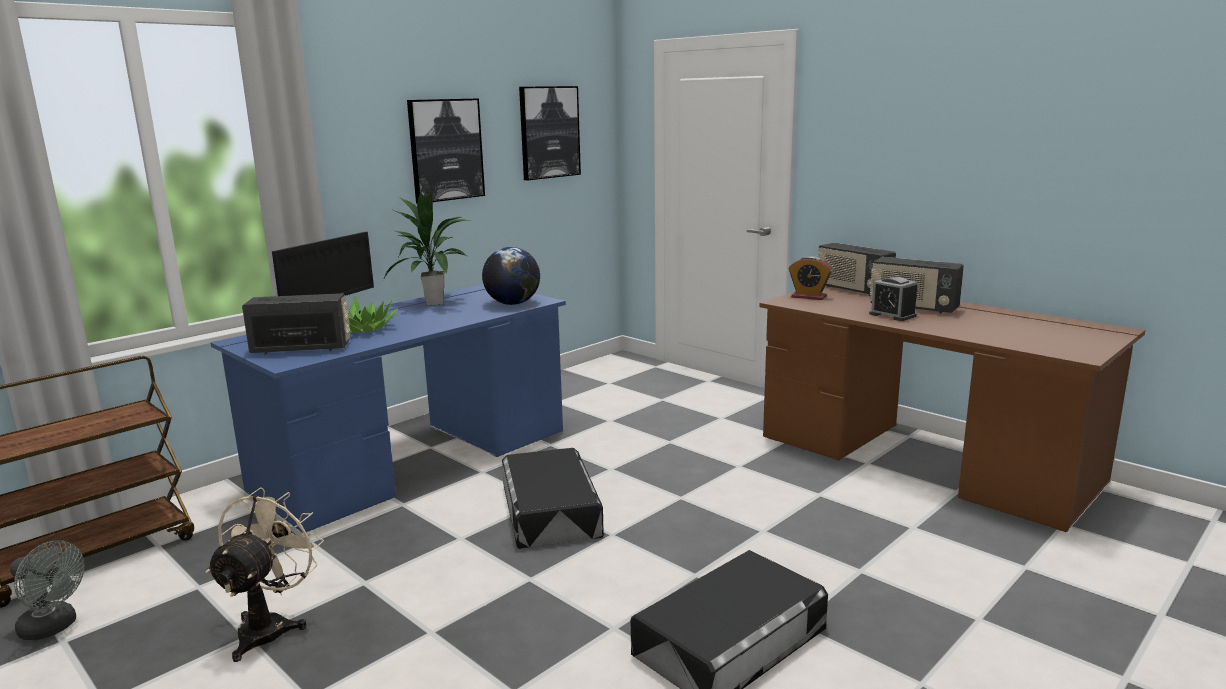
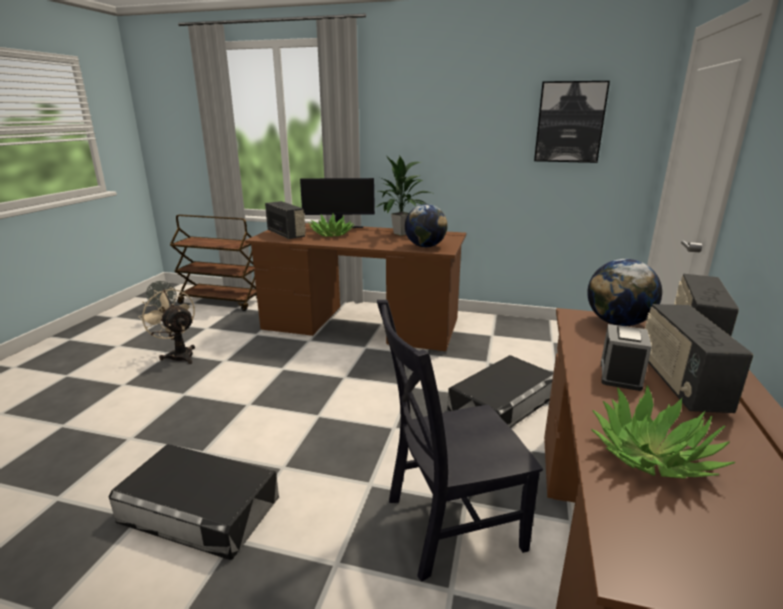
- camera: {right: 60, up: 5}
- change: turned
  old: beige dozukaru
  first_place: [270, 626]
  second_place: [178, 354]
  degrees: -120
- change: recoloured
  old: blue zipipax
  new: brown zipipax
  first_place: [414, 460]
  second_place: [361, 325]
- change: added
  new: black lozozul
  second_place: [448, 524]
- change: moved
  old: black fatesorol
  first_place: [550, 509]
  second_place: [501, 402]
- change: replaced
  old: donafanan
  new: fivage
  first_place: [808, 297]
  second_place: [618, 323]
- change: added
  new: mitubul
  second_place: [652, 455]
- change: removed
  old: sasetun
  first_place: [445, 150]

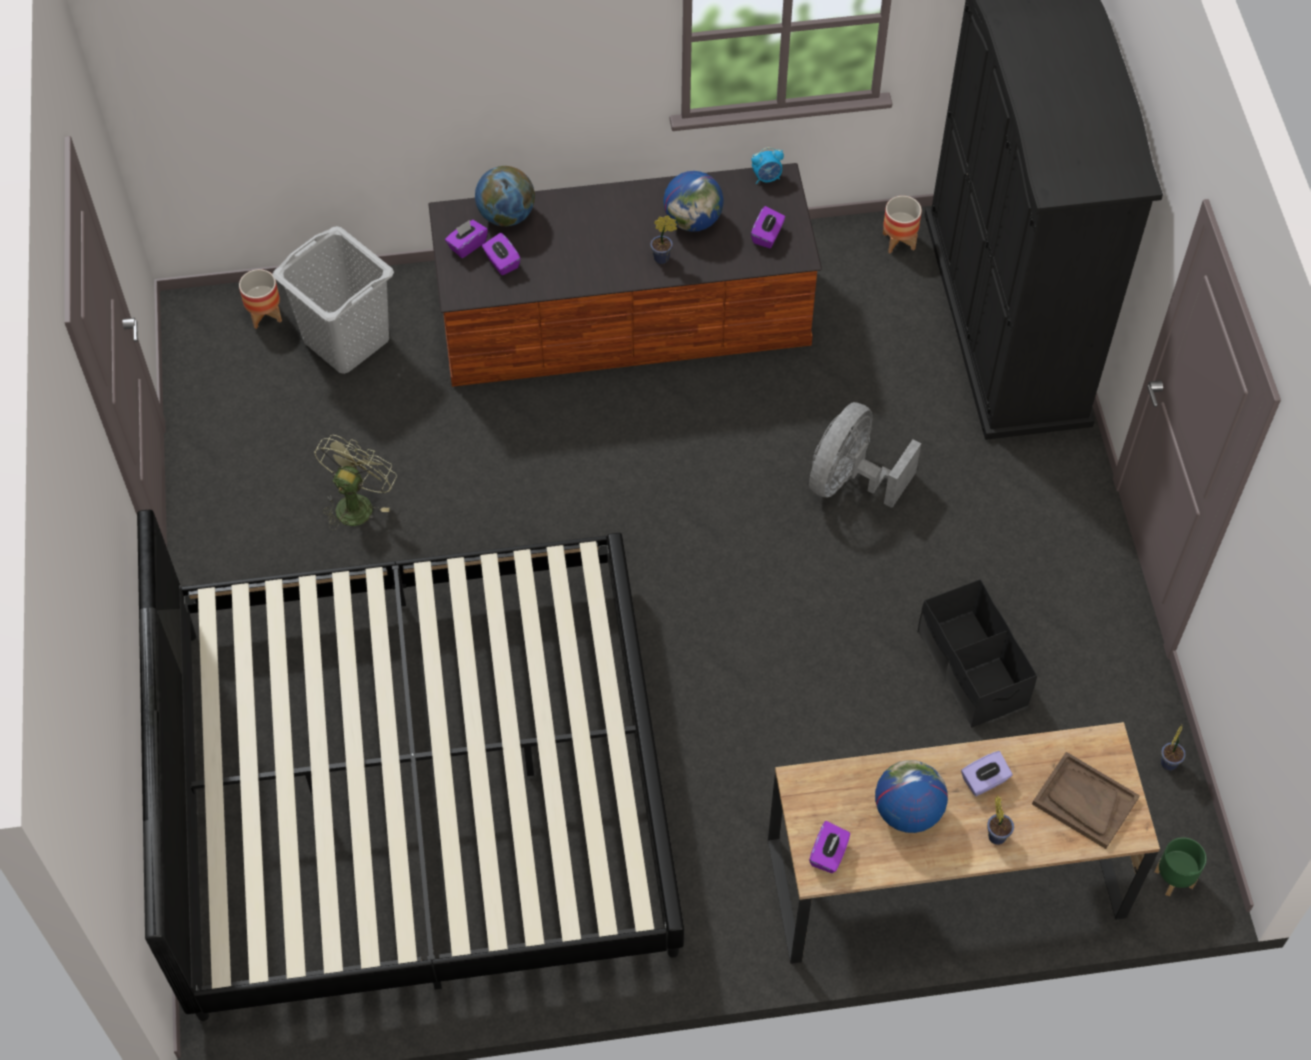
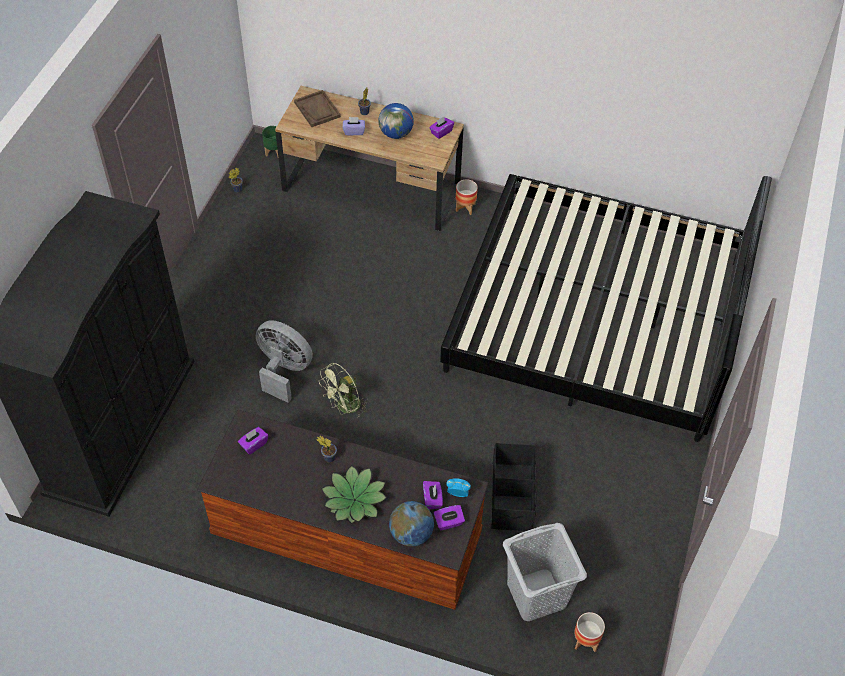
- camera: {right: -155, up: -5}
- change: turned
  old: grey dozukaru
  first_place: [850, 481]
  second_place: [283, 371]
  degrees: -120
- change: moved
  old: green dozukaru
  first_place: [356, 503]
  second_place: [345, 408]
- change: added
  new: mitubul
  second_place: [354, 500]
- change: moved
  old: donafanan
  first_place: [767, 177]
  second_place: [458, 493]
- change: moved
  old: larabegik
  first_place: [898, 241]
  second_place: [465, 207]
- change: moved
  old: black fatesorol
  first_place: [971, 669]
  second_place: [512, 496]
- change: removed
  old: fivage
  first_place: [693, 220]

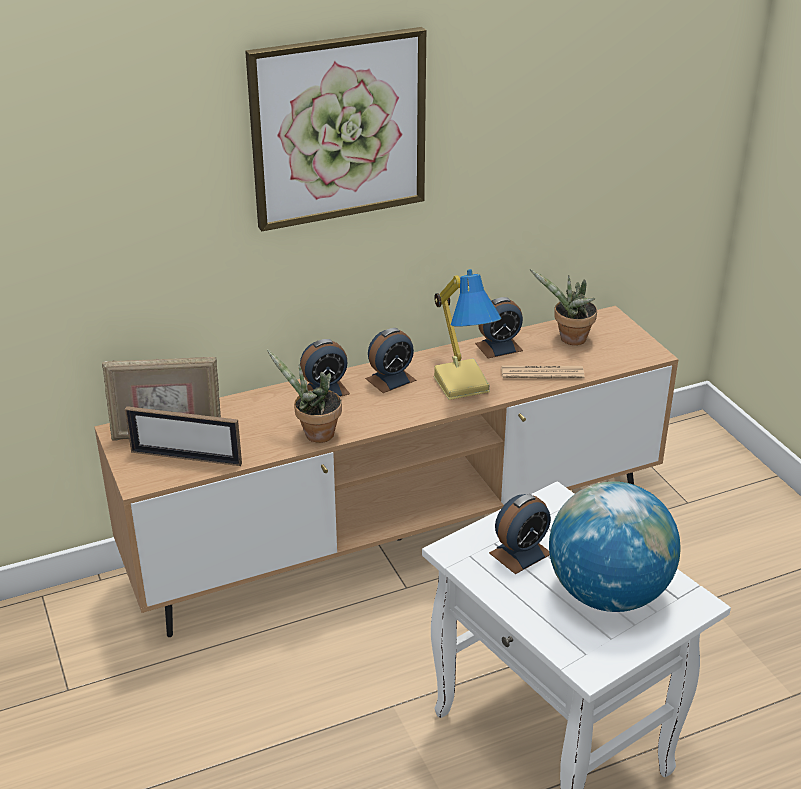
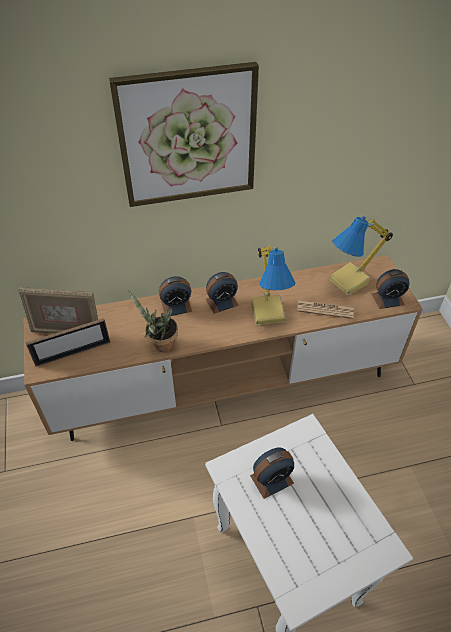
- camera: {right: 10, up: 15}
- change: turned
  old: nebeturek
  first_place: [186, 457]
  second_place: [73, 353]
  degrees: -45
- change: replaced
  old: mitubul
  new: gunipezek
  first_place: [569, 339]
  second_place: [350, 282]
- change: moved
  old: donafanan
  first_place: [498, 347]
  second_place: [388, 299]
- change: removed
  old: fivage
  first_place: [607, 593]

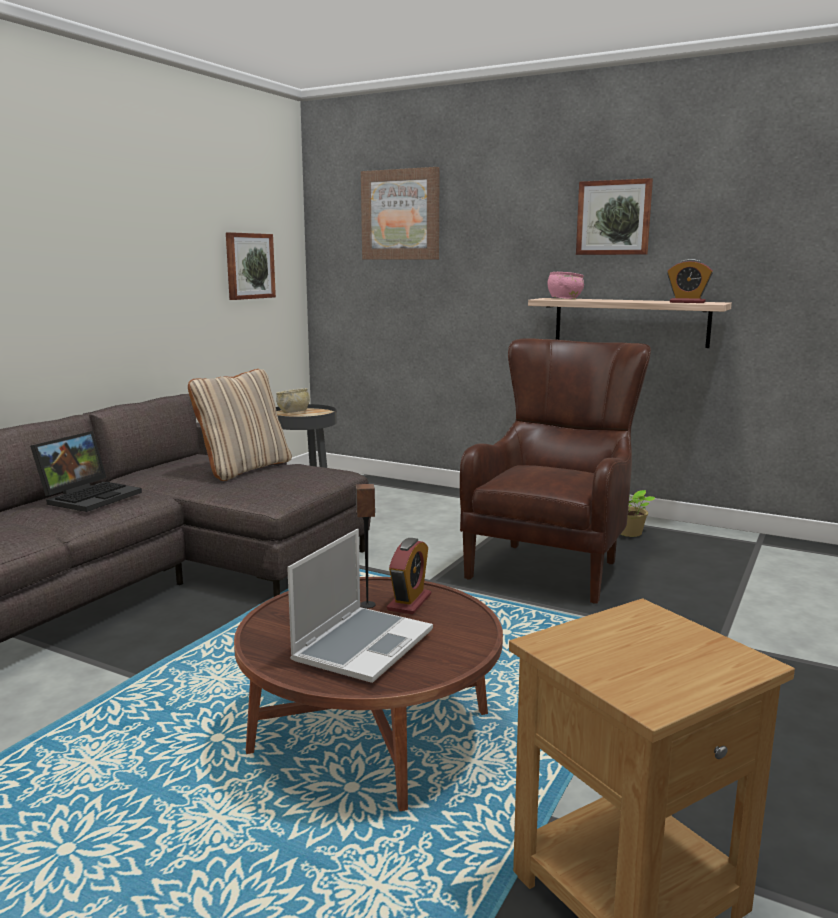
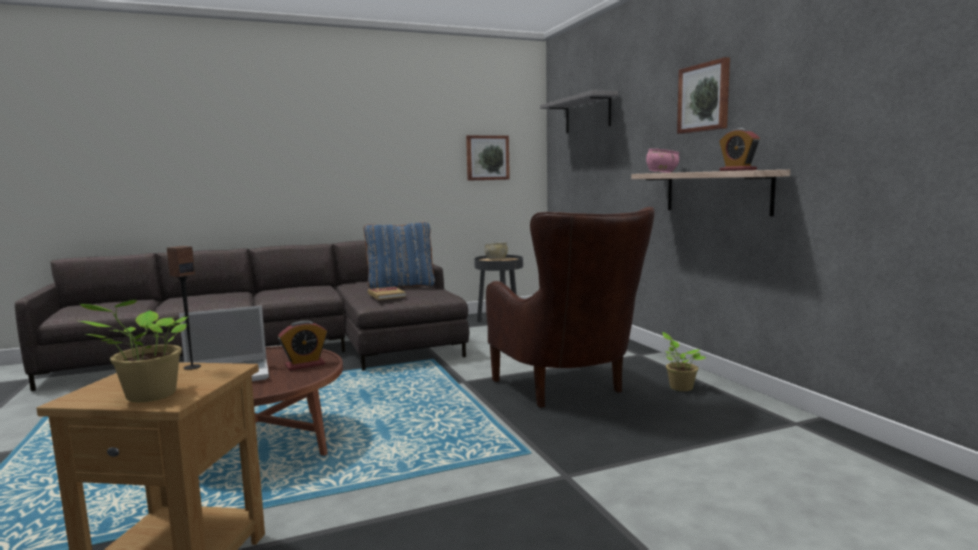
- camera: {right: 40, up: -5}
- change: added
  new: mitubul
  second_place: [147, 396]
- change: moved
  old: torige
  first_place: [367, 605]
  second_place: [192, 367]
- change: recoloured
  old: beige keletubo
  new: blue keletubo
  first_place: [244, 469]
  second_place: [401, 286]
- change: added
  new: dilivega
  second_place: [386, 295]
- change: turned
  old: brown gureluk
  first_place: [554, 563]
  second_place: [568, 392]
  degrees: 90
- change: replaced
  old: sasetun
  new: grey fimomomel
  first_place: [401, 215]
  second_place: [587, 114]
- change: removed
  old: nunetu
  first_place: [90, 496]

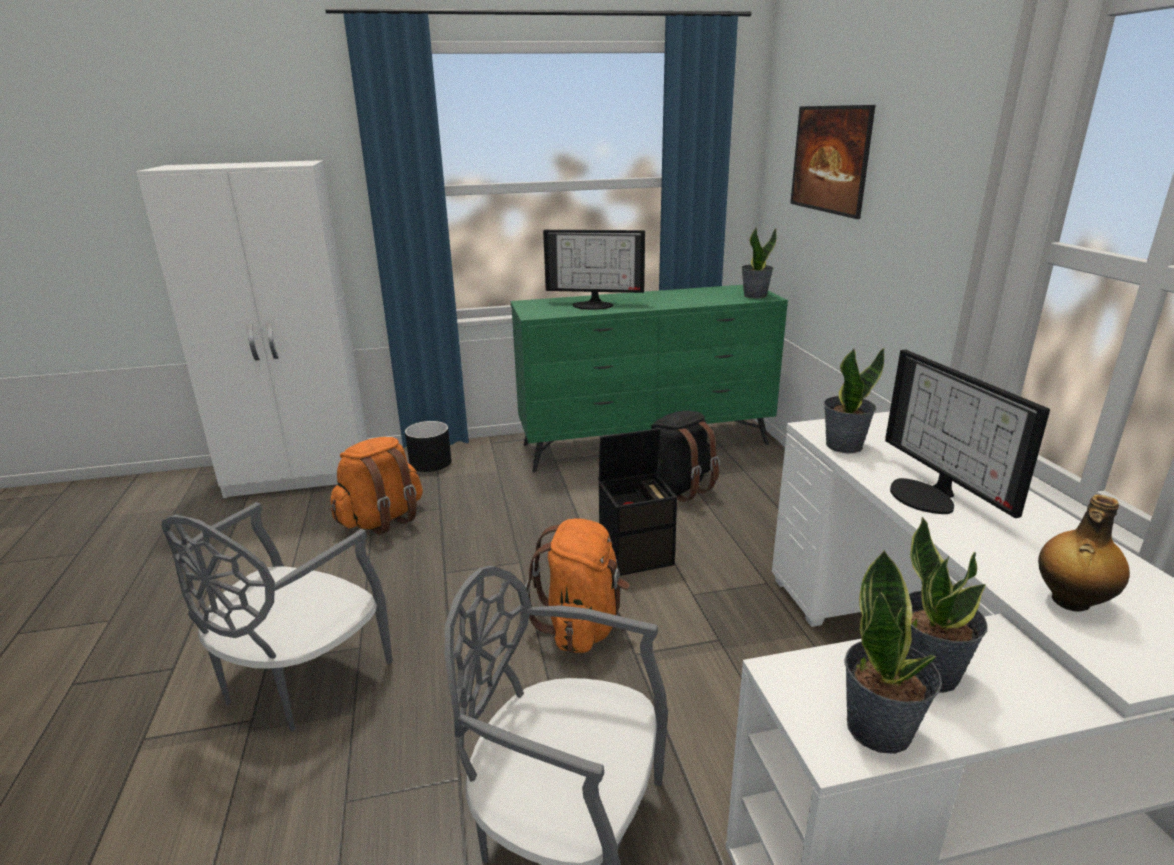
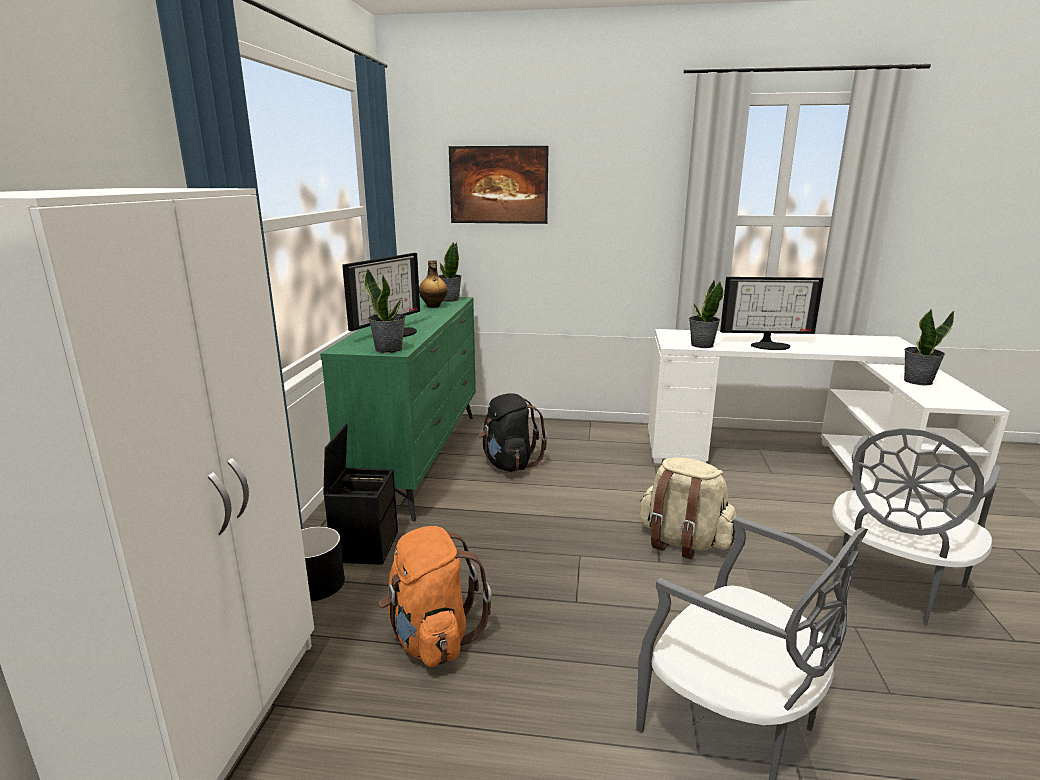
- camera: {right: -70, up: -5}
- change: moved
  old: black fatesorol
  first_place: [637, 555]
  second_place: [365, 545]
- change: moved
  old: mitubul
  first_place: [880, 728]
  second_place: [389, 349]
- change: moved
  old: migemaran
  first_place: [1070, 602]
  second_place: [433, 306]
- change: recoloured
  old: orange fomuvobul
  new: beige fomuvobul
  first_place: [581, 625]
  second_place: [682, 542]

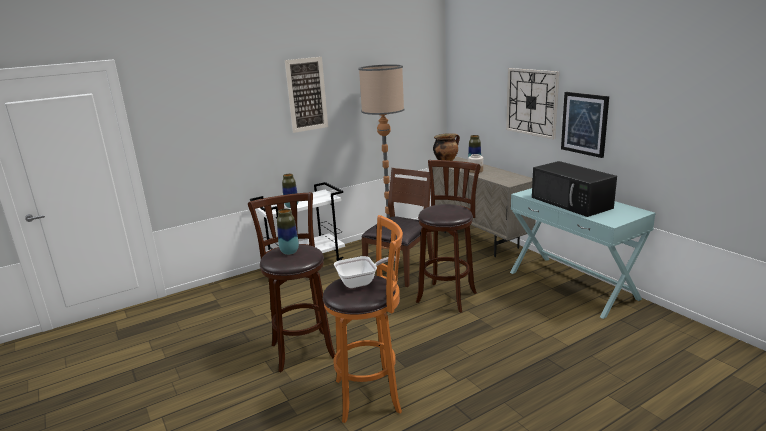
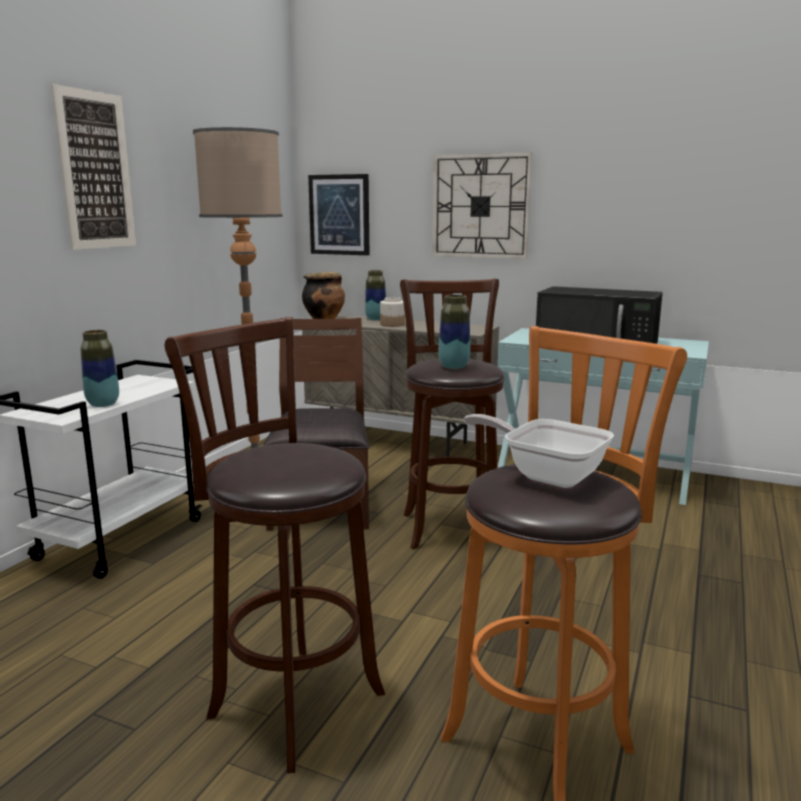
- camera: {right: -35, up: -5}
- change: moved
  old: sasetun
  first_place: [584, 124]
  second_place: [339, 215]
- change: moved
  old: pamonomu
  first_place: [289, 252]
  second_place: [454, 367]
- change: turned
  old: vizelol
  first_place: [361, 282]
  second_place: [546, 475]
  degrees: -90

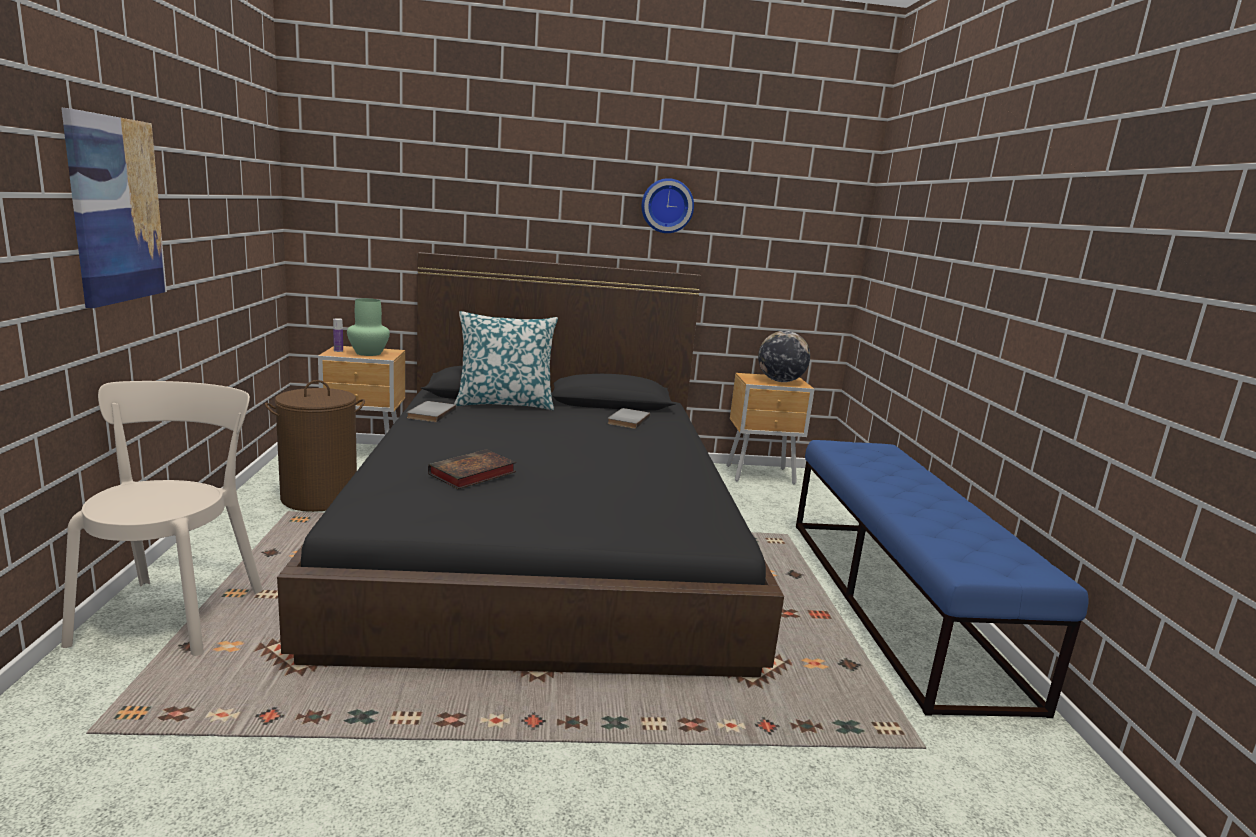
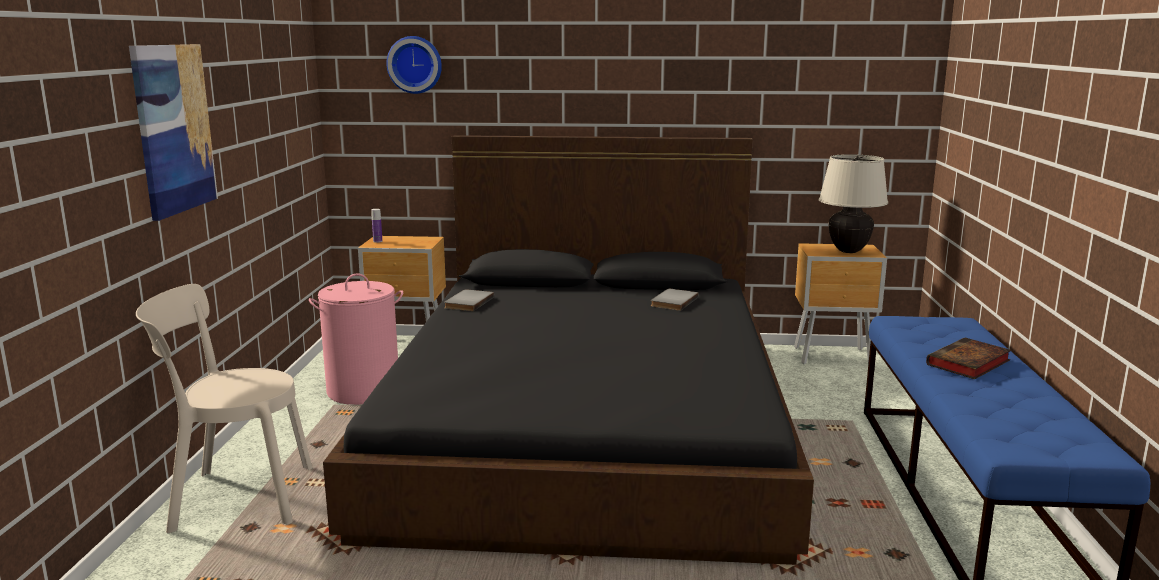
- camera: {right: 10, up: 0}
- change: turned
  old: beige lozozul
  first_place: [175, 612]
  second_place: [235, 498]
  degrees: -105
- change: recoloured
  old: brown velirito
  new: pink velirito
  first_place: [319, 498]
  second_place: [363, 391]
- change: moved
  old: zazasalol
  first_place: [667, 206]
  second_place: [415, 64]
- change: replaced
  old: fivage
  new: beige gunipezek
  first_place: [780, 381]
  second_place: [848, 251]
- change: moved
  old: dilivega
  first_place: [471, 474]
  second_place: [968, 364]
- change: removed
  old: green pamonomu
  first_place: [368, 353]
- change: removed
  old: keletubo
  first_place: [505, 403]

